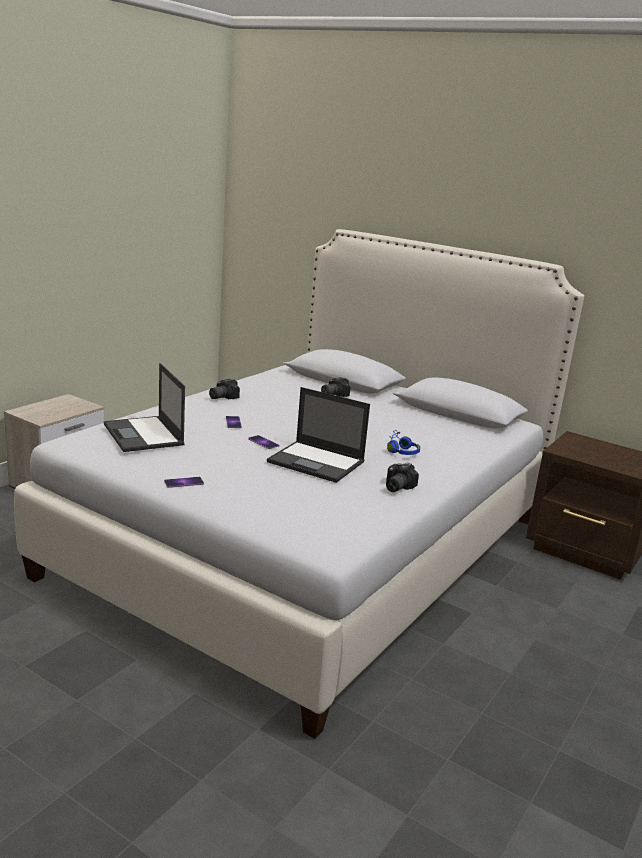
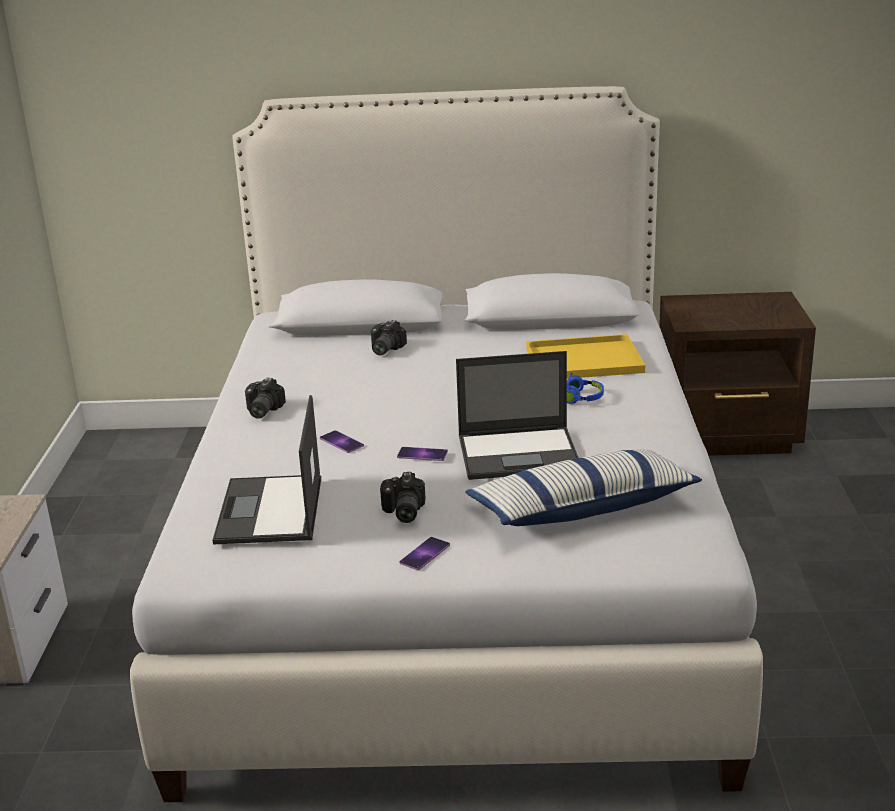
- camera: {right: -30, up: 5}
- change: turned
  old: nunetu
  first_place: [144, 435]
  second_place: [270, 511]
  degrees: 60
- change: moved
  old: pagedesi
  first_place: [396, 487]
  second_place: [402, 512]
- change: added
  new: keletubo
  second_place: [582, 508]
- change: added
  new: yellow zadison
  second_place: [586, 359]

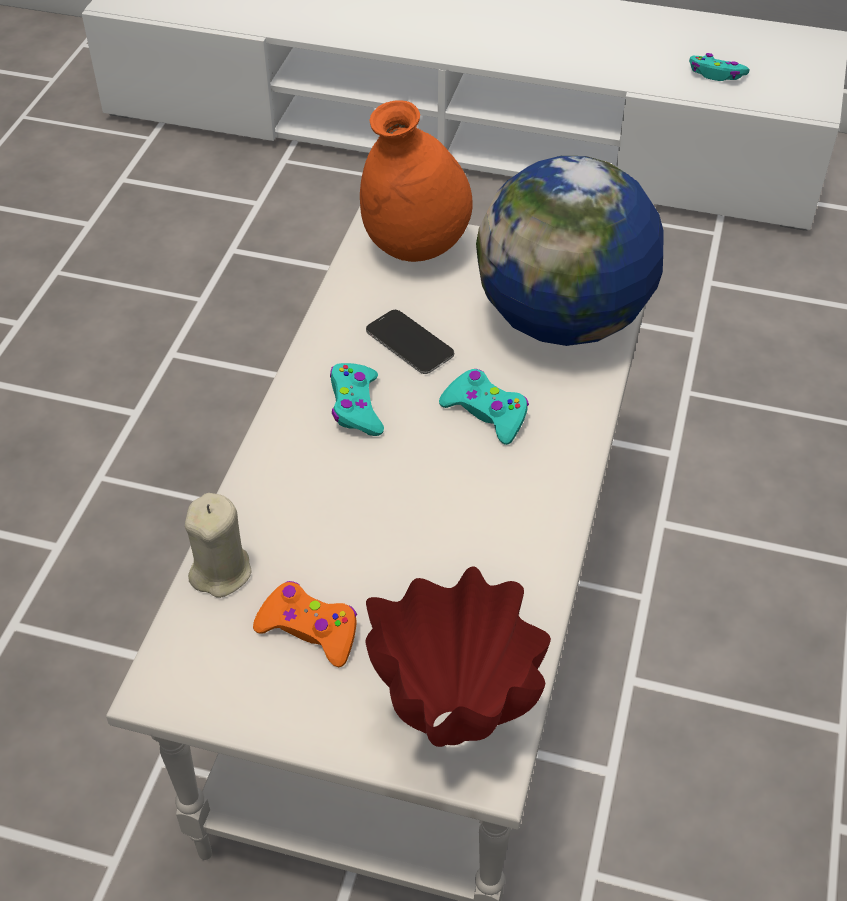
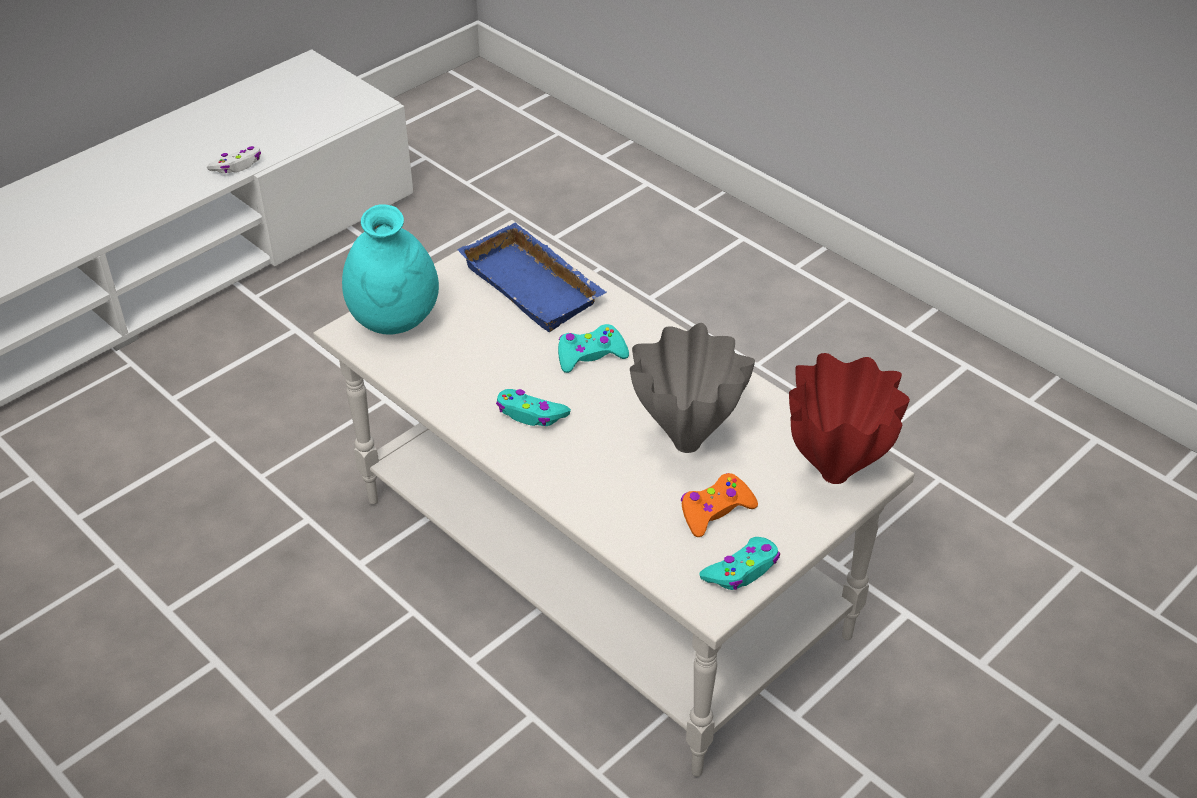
- camera: {right: -60, up: -5}
- change: added
  new: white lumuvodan
  second_place: [237, 166]
- change: recoloured
  old: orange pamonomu
  new: turquoise pamonomu
  first_place: [415, 249]
  second_place: [394, 323]
- change: replaced
  old: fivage
  new: blue zadison
  first_place: [562, 321]
  second_place: [536, 285]
- change: added
  new: grey pamonomu
  second_place: [687, 441]
- change: moved
  old: turquoise lumuvodan
  first_place: [716, 74]
  second_place: [742, 570]
- change: removed
  old: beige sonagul
  first_place: [221, 571]
- change: removed
  old: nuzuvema
  first_place: [409, 343]

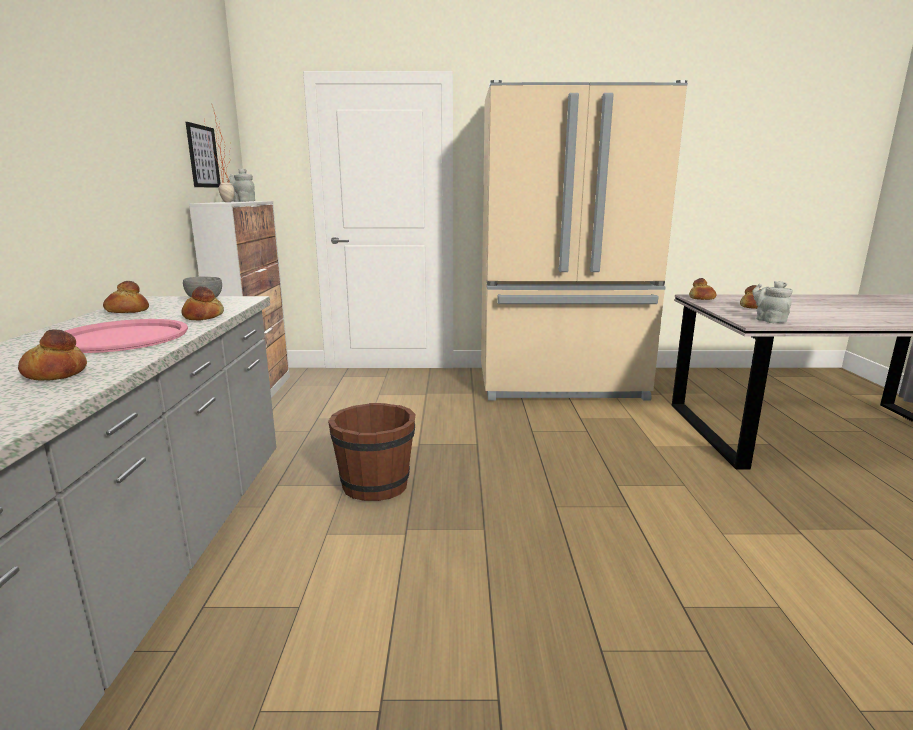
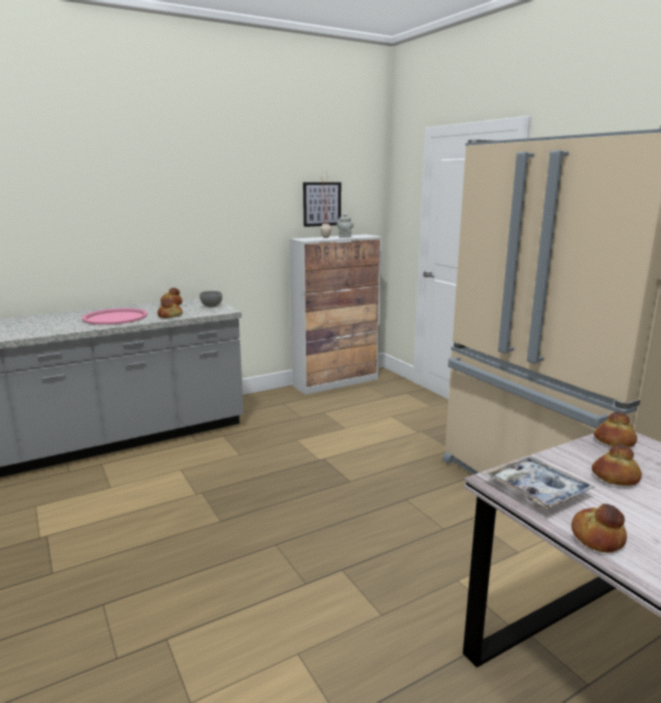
- camera: {right: 60, up: 0}
- change: replaced
  old: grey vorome
  new: zadison
  first_place: [768, 320]
  second_place: [537, 490]
- change: moved
  old: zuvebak
  first_place: [56, 373]
  second_place: [598, 538]
- change: removed
  old: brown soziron
  first_place: [375, 485]

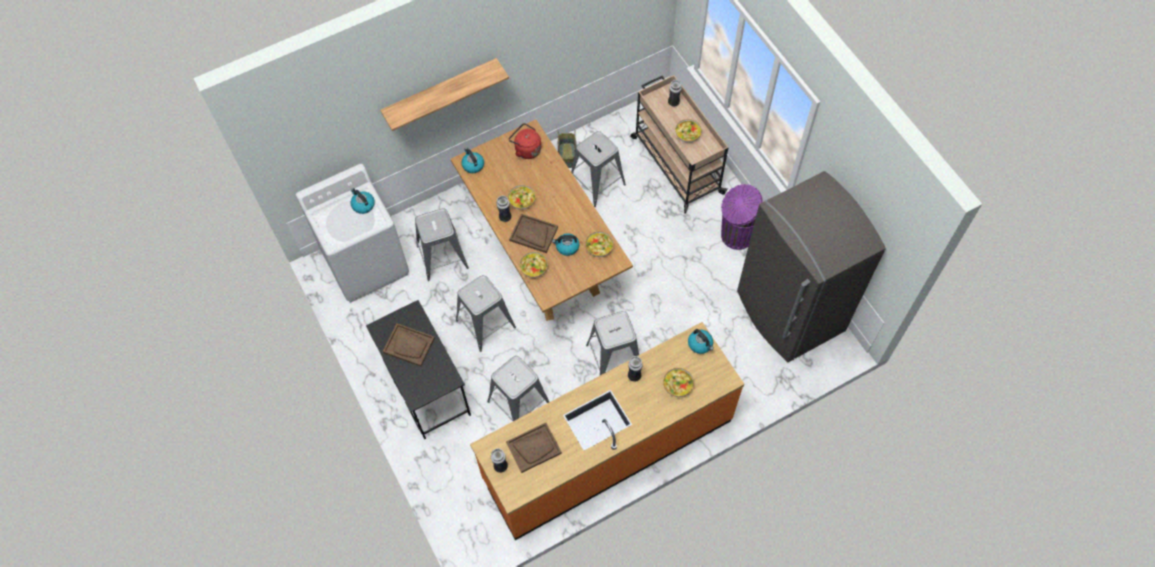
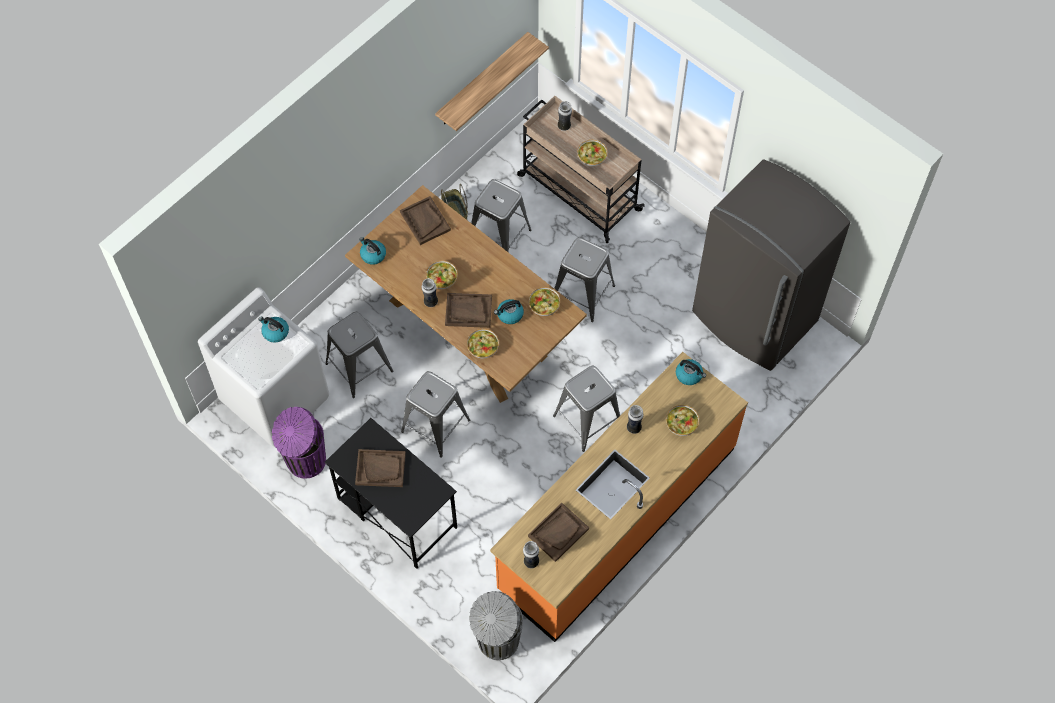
- camera: {right: -20, up: 0}
- change: moved
  old: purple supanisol
  first_place: [736, 235]
  second_place: [305, 461]
- change: replaced
  old: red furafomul
  new: brown zadison
  first_place: [526, 149]
  second_place: [425, 221]
- change: moved
  old: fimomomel
  first_place: [440, 91]
  second_place: [482, 80]
- change: added
  new: grey supanisol
  second_place: [497, 641]
- change: moved
  old: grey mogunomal
  first_place: [518, 402]
  second_place: [582, 293]

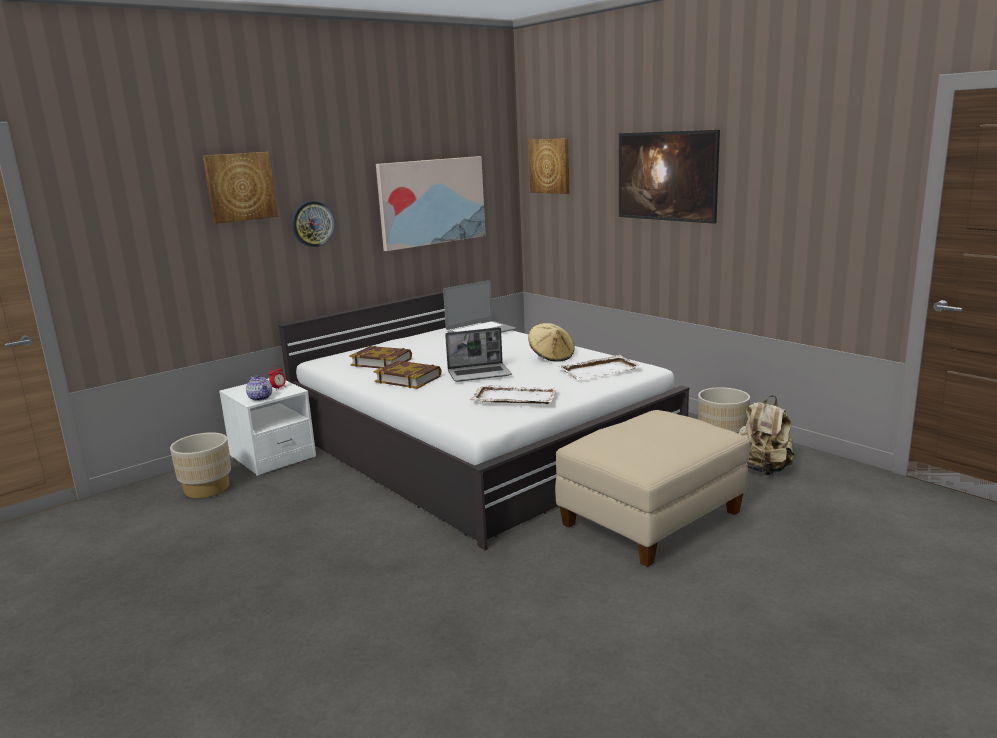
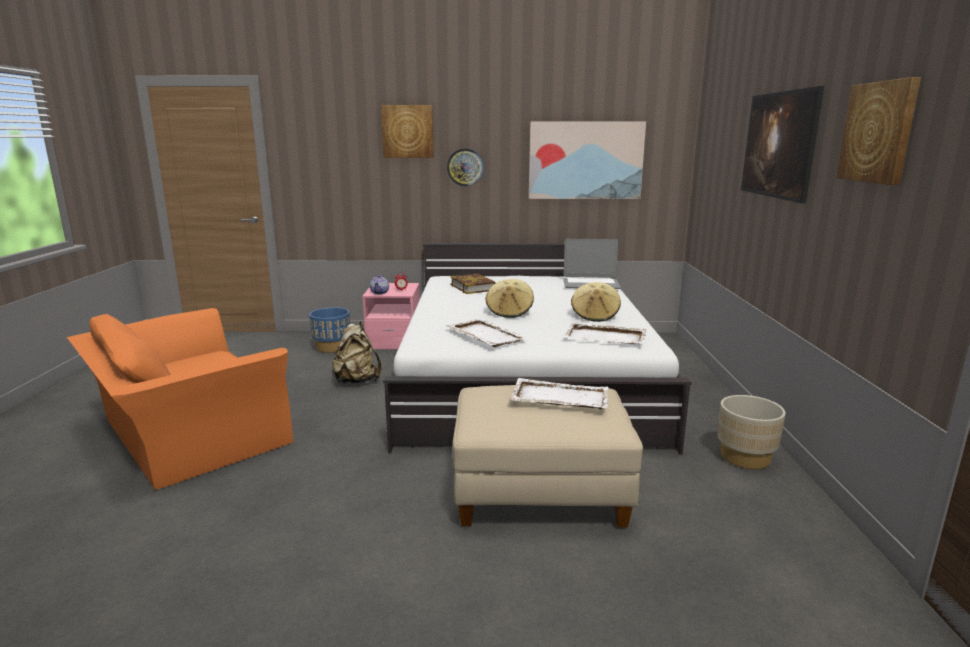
- camera: {right: 40, up: 0}
- change: added
  new: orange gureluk
  second_place: [187, 434]
- change: recoloured
  old: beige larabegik
  new: blue larabegik
  first_place: [207, 489]
  second_place: [332, 347]
- change: moved
  old: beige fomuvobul
  first_place: [763, 470]
  second_place: [357, 381]
- change: recoloured
  old: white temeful
  new: pink temeful
  first_place: [272, 457]
  second_place: [394, 341]
- change: replaced
  old: nunetu
  new: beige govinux
  first_place: [480, 374]
  second_place: [509, 312]
- change: added
  new: white zadison
  second_place: [559, 397]
- change: moved
  old: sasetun
  first_place: [550, 166]
  second_place: [878, 132]
- change: removed
  old: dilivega
  first_place: [408, 379]

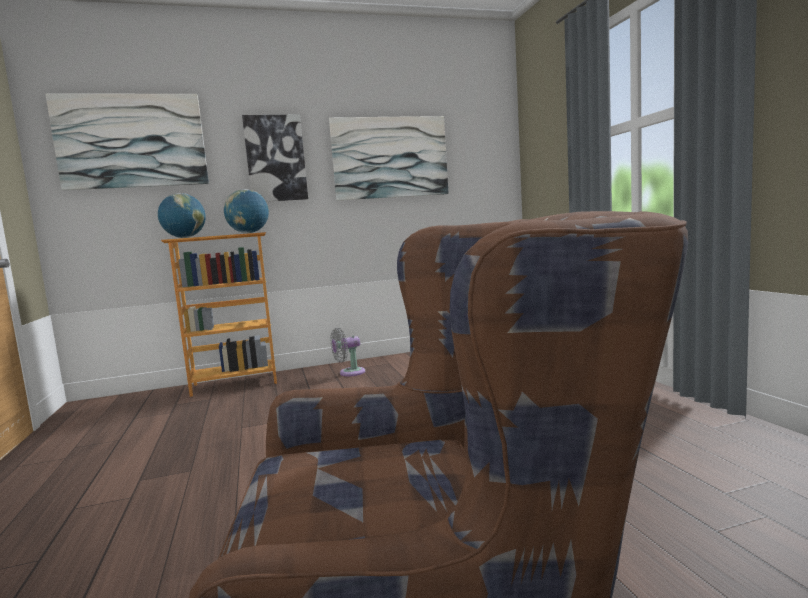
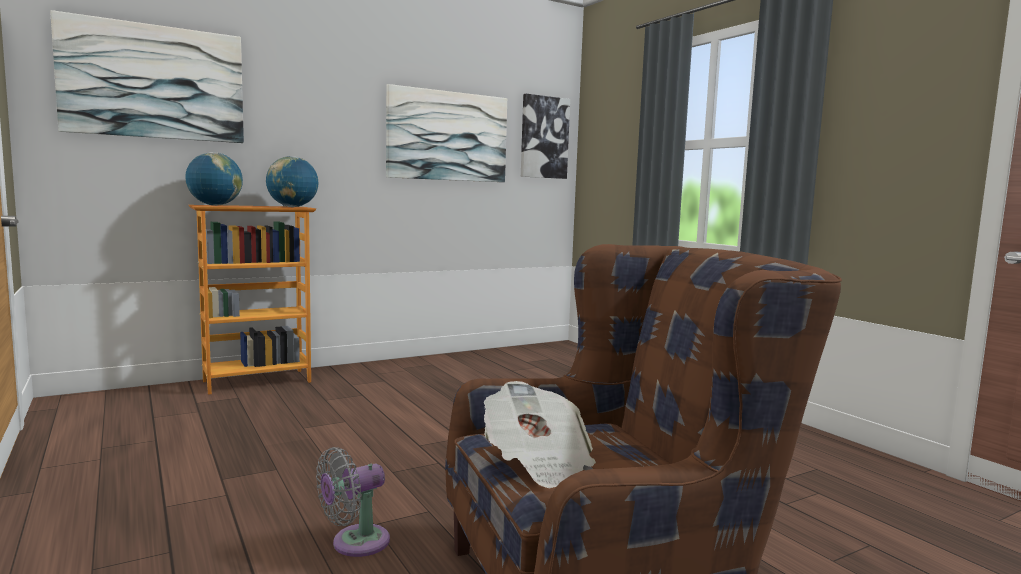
- camera: {right: -15, up: 0}
- change: moved
  old: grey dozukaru
  first_place: [349, 373]
  second_place: [355, 543]
- change: added
  new: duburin
  second_place: [537, 462]
- change: moved
  old: sasetun
  first_place: [275, 158]
  second_place: [544, 137]

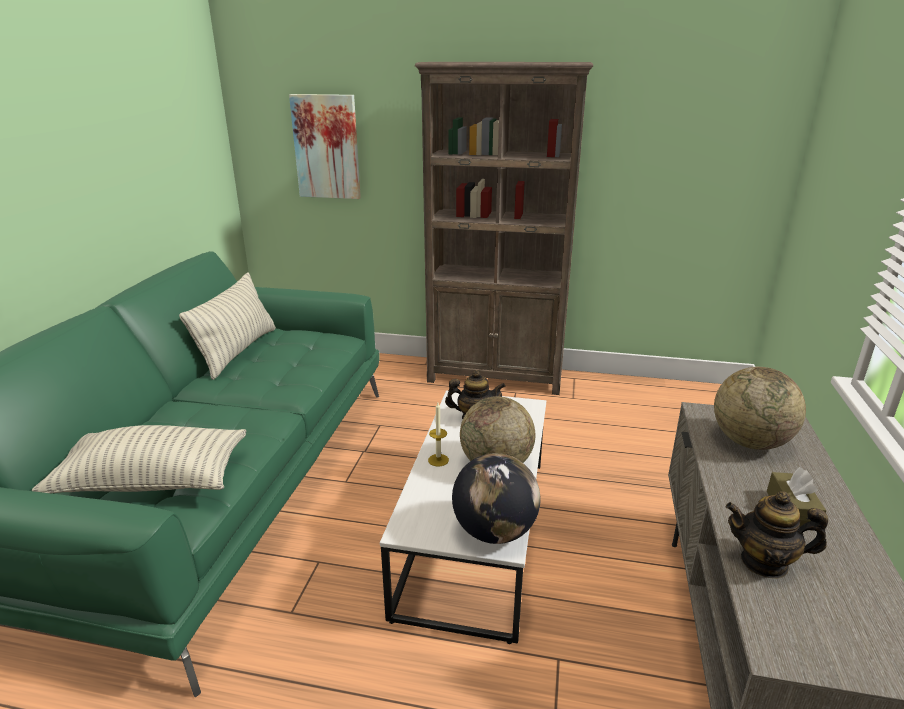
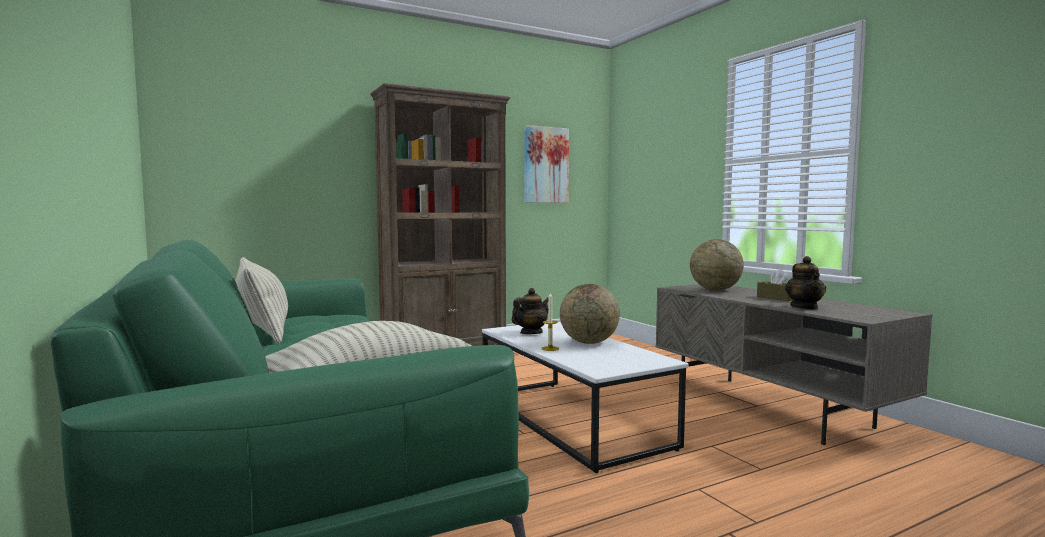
- camera: {right: -40, up: -20}
- change: moved
  old: sasetun
  first_place: [326, 147]
  second_place: [545, 165]
- change: turned
  old: vorome
  first_place: [764, 562]
  second_place: [804, 307]
  degrees: -60
- change: removed
  old: fivage
  first_place: [494, 531]

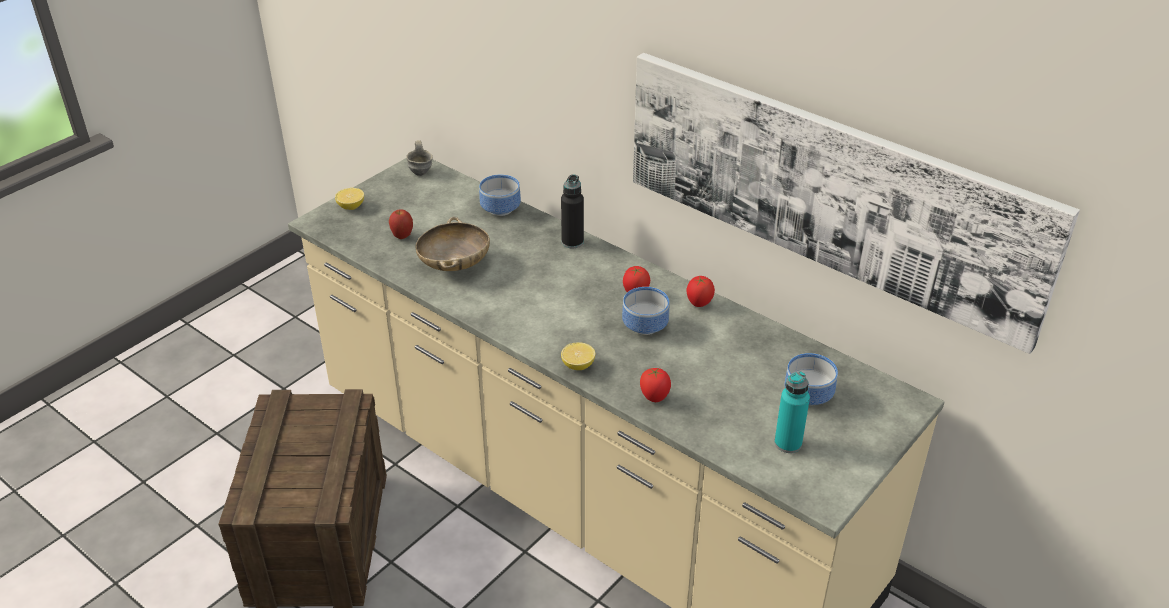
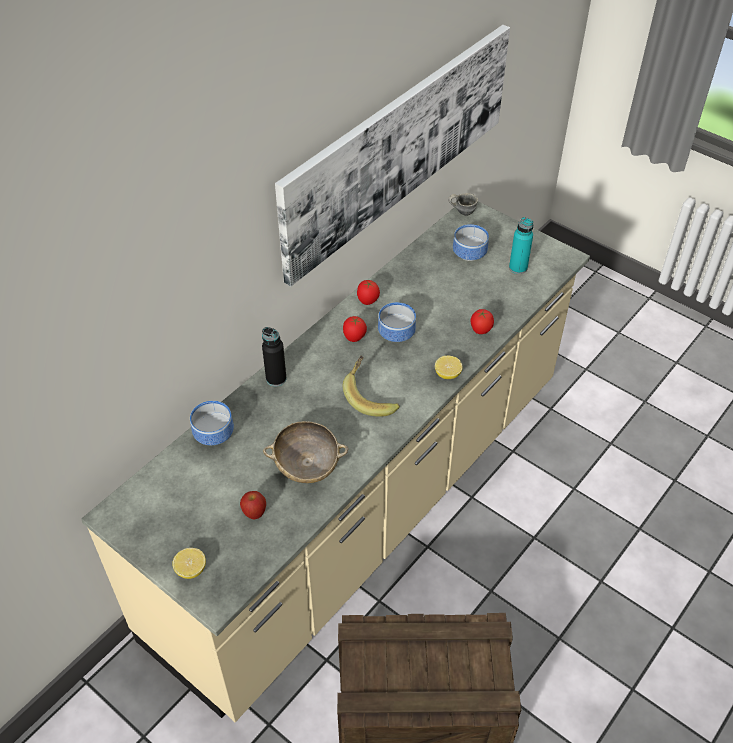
- camera: {right: -90, up: 10}
- change: added
  new: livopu
  second_place: [371, 396]
- change: moved
  old: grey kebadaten
  first_place: [422, 171]
  second_place: [463, 212]

